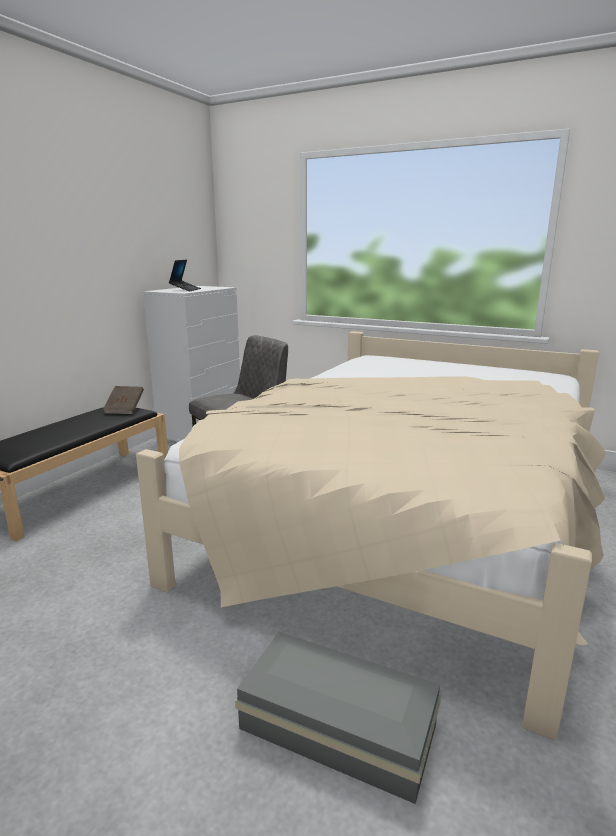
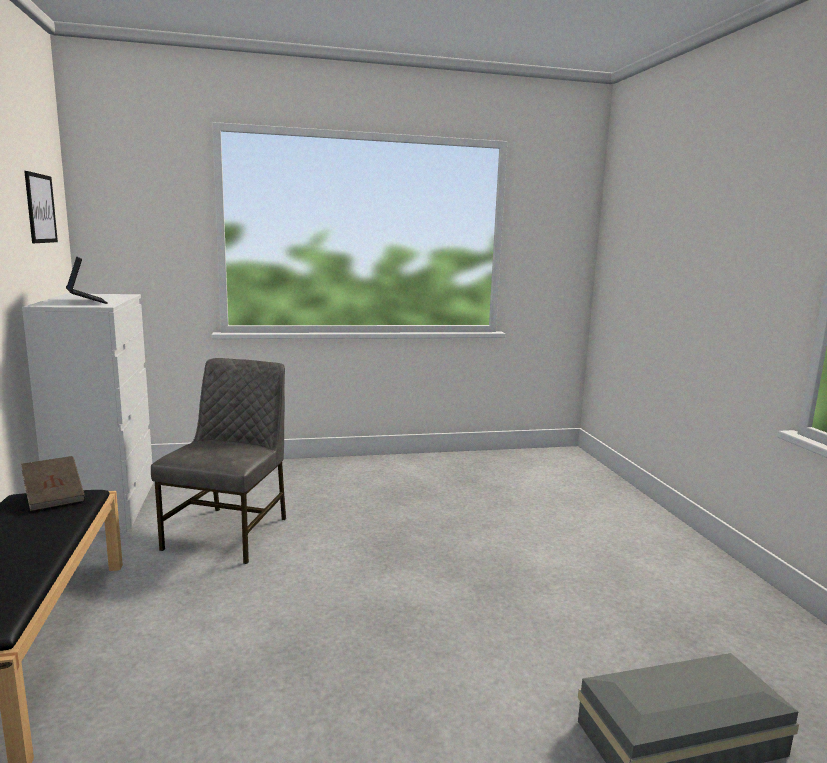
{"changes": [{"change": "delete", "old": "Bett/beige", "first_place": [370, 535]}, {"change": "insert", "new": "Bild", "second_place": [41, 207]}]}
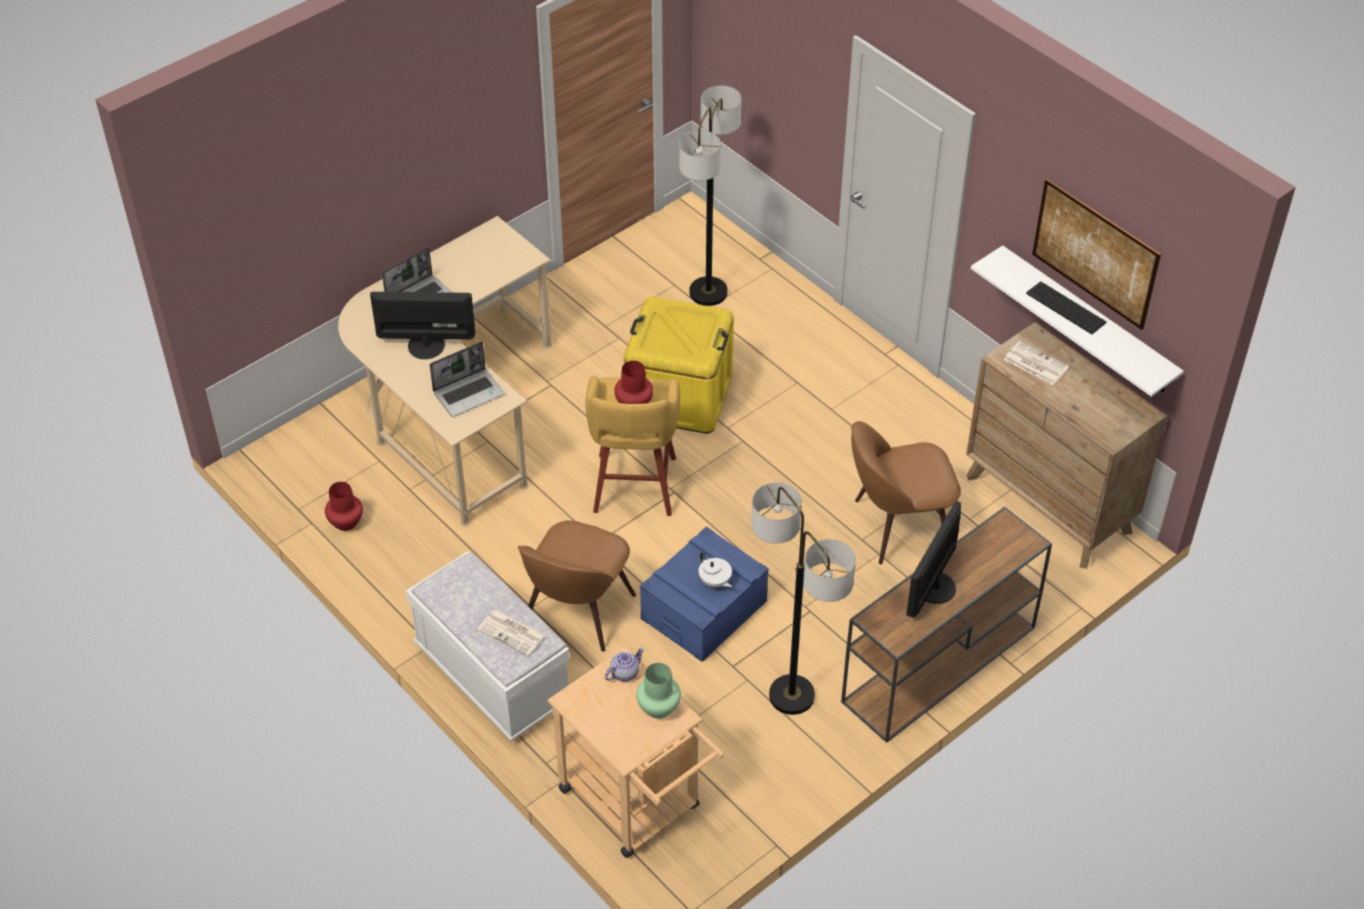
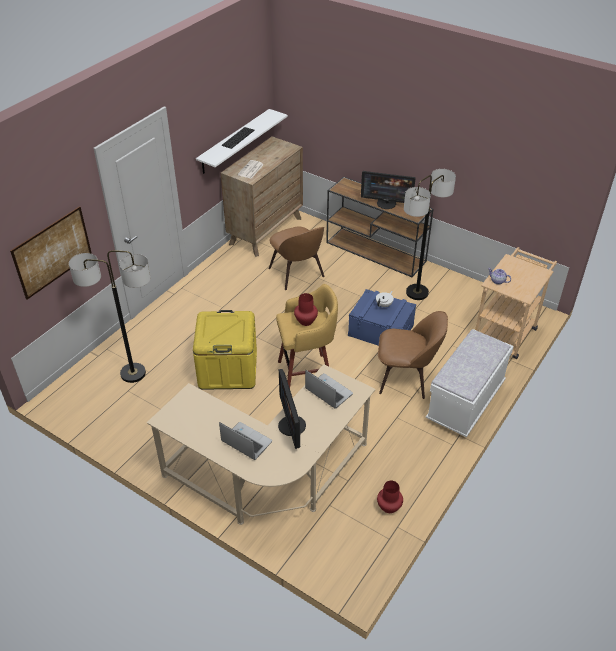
{"changes": [{"change": "delete", "old": "Zeitung", "first_place": [512, 632]}, {"change": "delete", "old": "Vase/grün", "first_place": [658, 691]}, {"change": "move", "old": "Bild", "first_place": [1096, 254], "second_place": [51, 253]}]}
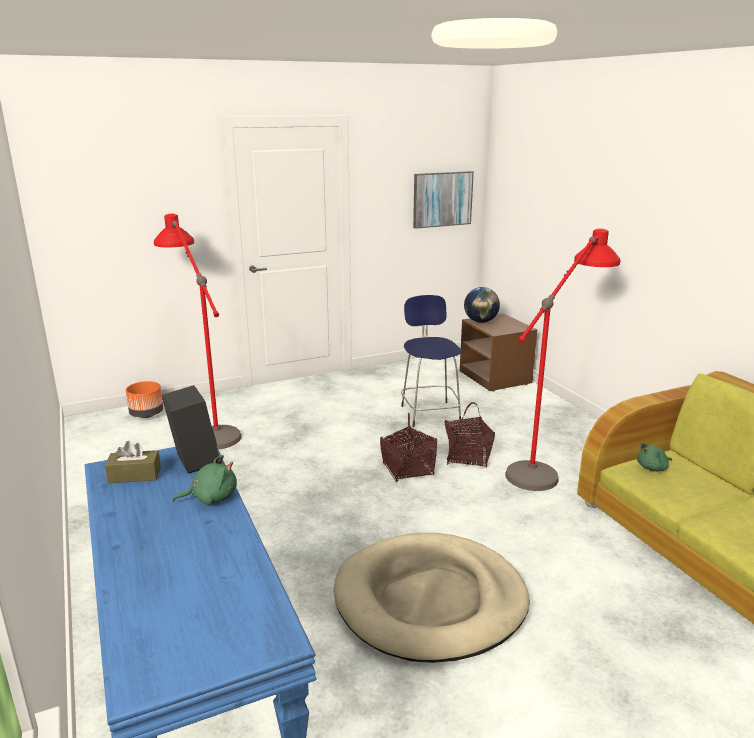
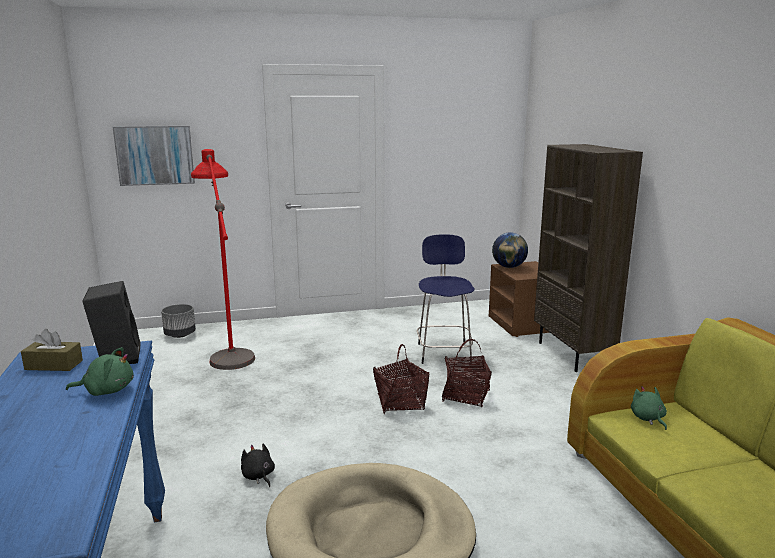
{"changes": [{"change": "delete", "old": "Stehlampe/rot", "first_place": [562, 360]}, {"change": "insert", "new": "Plüschtier/schwarz", "second_place": [258, 465]}, {"change": "insert", "new": "Bücherregal/braun", "second_place": [588, 258]}, {"change": "move", "old": "Bild", "first_place": [443, 200], "second_place": [154, 156]}, {"change": "recolor", "old": "Pflanzkübel/orange", "new": "Pflanzkübel/grau", "first_place": [144, 399], "second_place": [178, 321]}, {"change": "rotate", "old": "Plüschtier/grün", "first_place": [654, 456], "second_place": [649, 408], "degrees": 90}]}
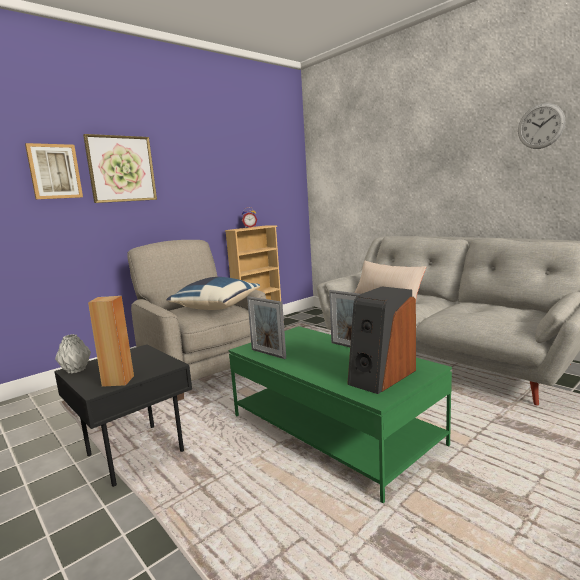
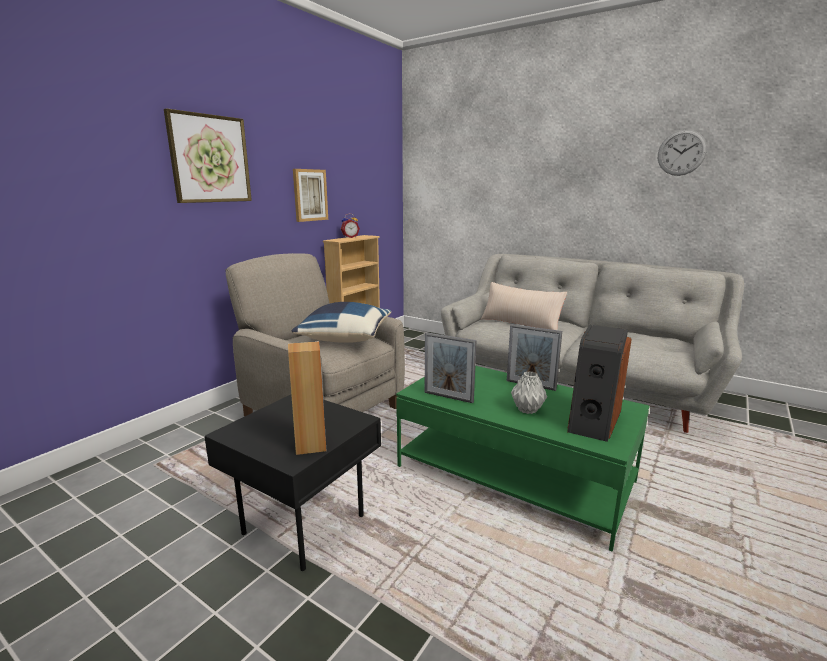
{"changes": [{"change": "move", "old": "Bild", "first_place": [54, 171], "second_place": [310, 195]}, {"change": "move", "old": "Vase/grau", "first_place": [73, 354], "second_place": [529, 392]}]}
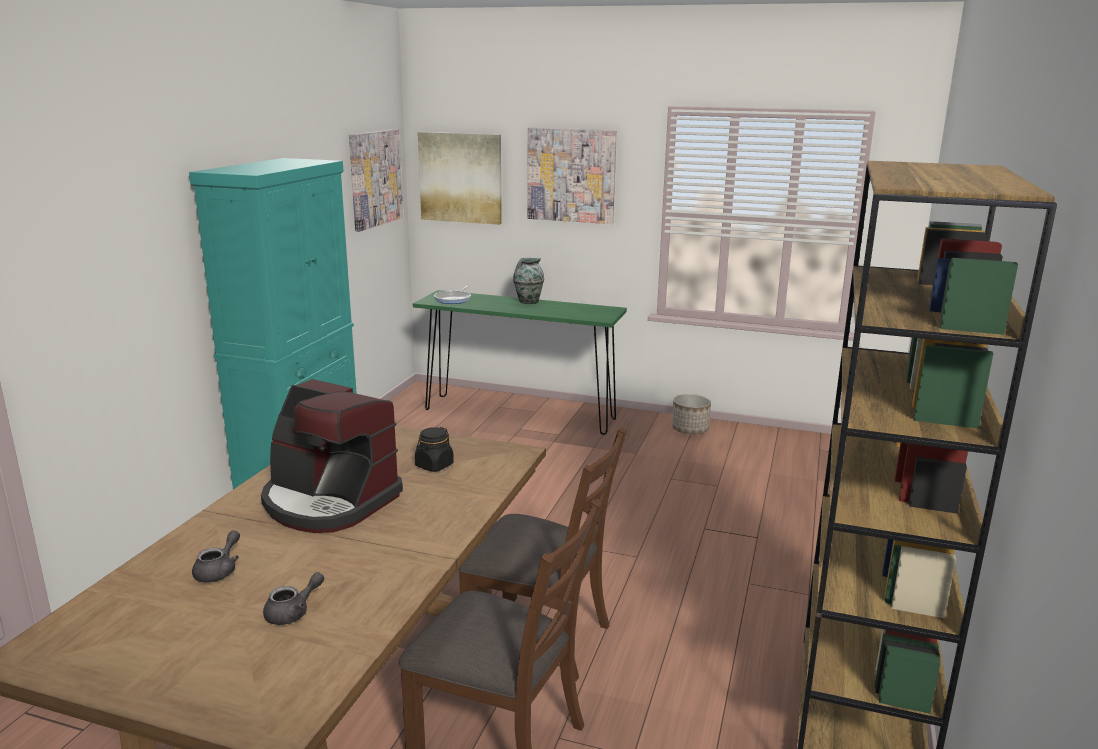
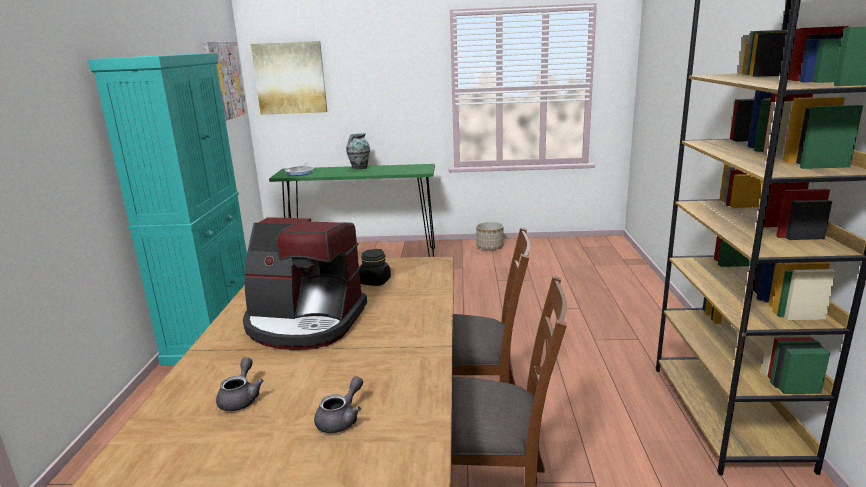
{"changes": [{"change": "delete", "old": "Bild", "first_place": [572, 176]}]}
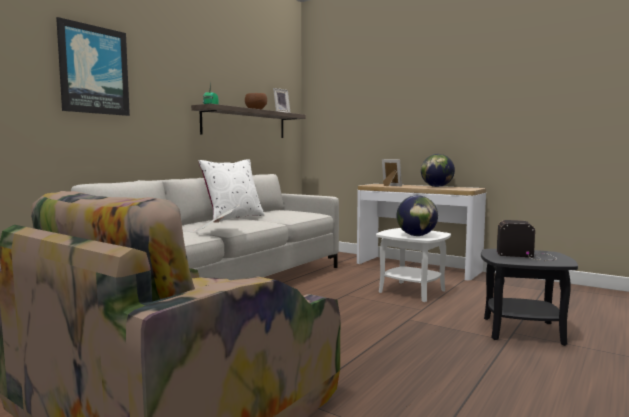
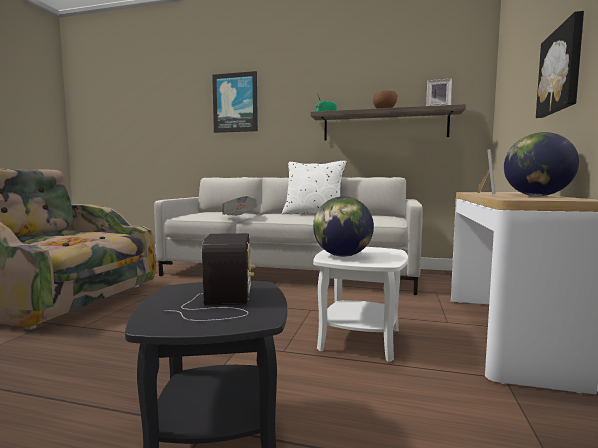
{"changes": [{"change": "insert", "new": "Bild", "second_place": [560, 64]}]}
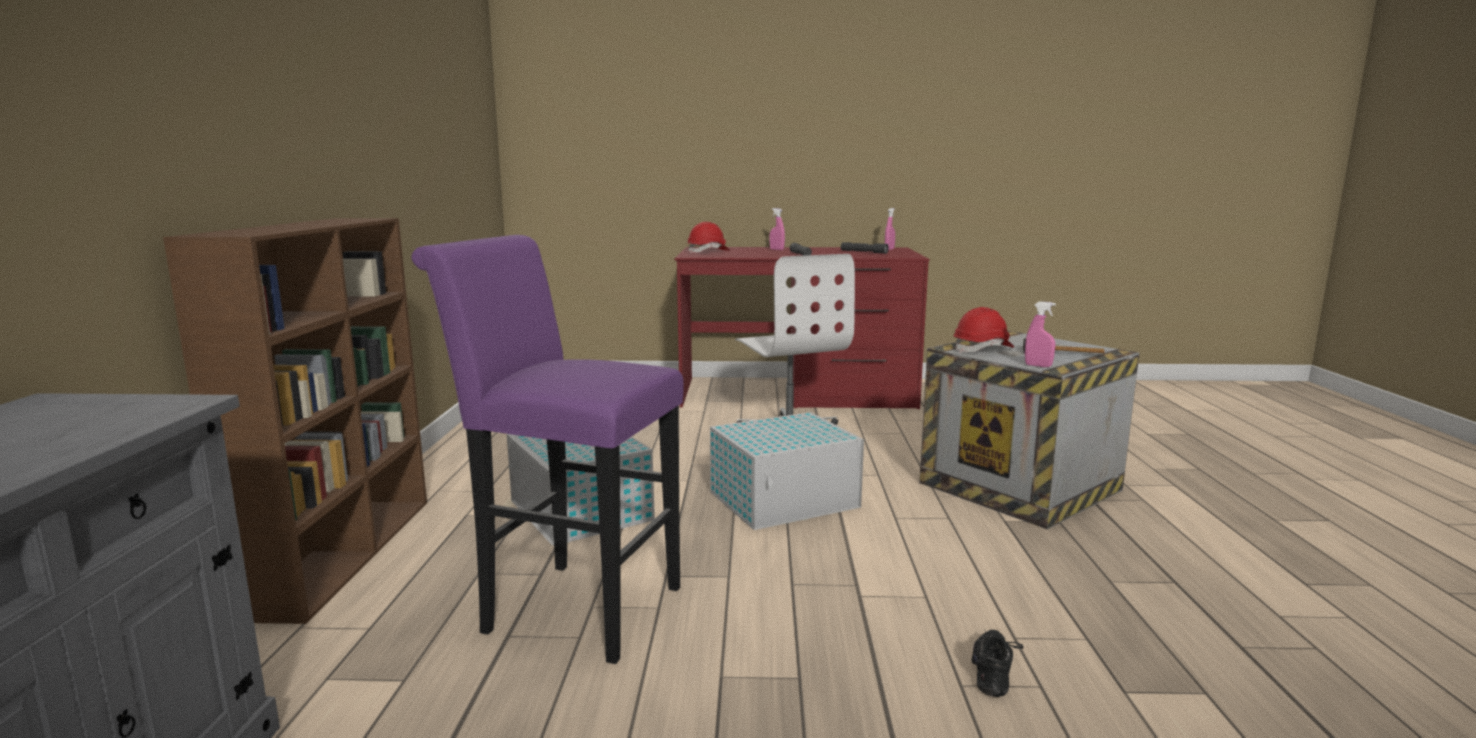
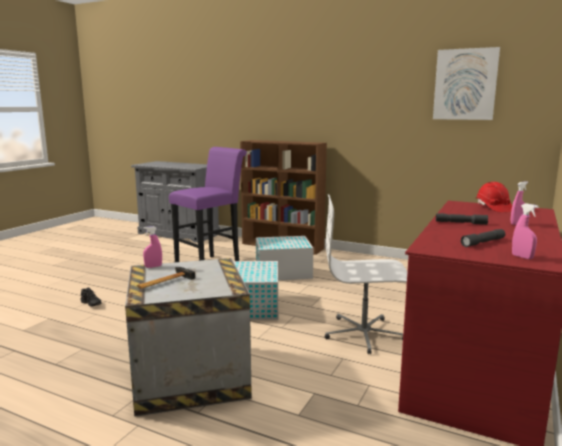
{"changes": [{"change": "delete", "old": "Schutzhelm/rot", "first_place": [984, 330]}, {"change": "insert", "new": "Bild", "second_place": [466, 83]}]}
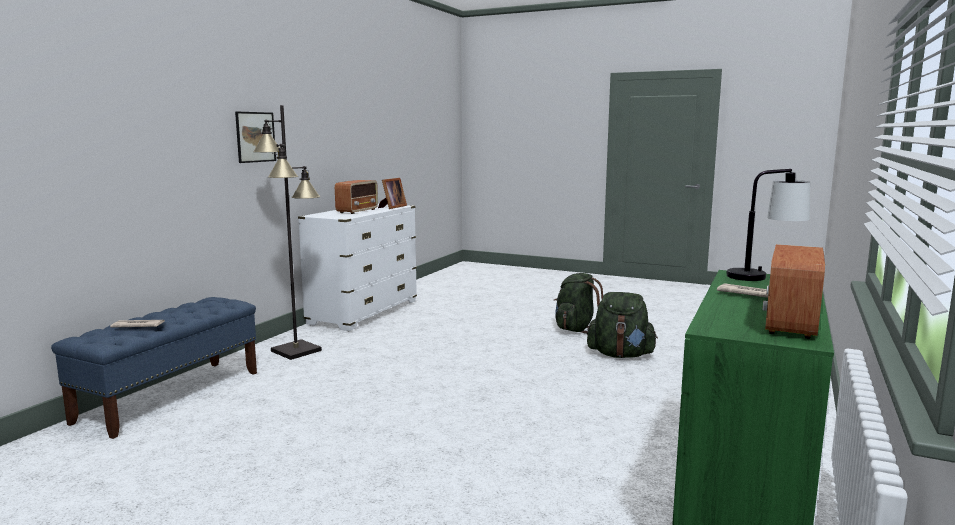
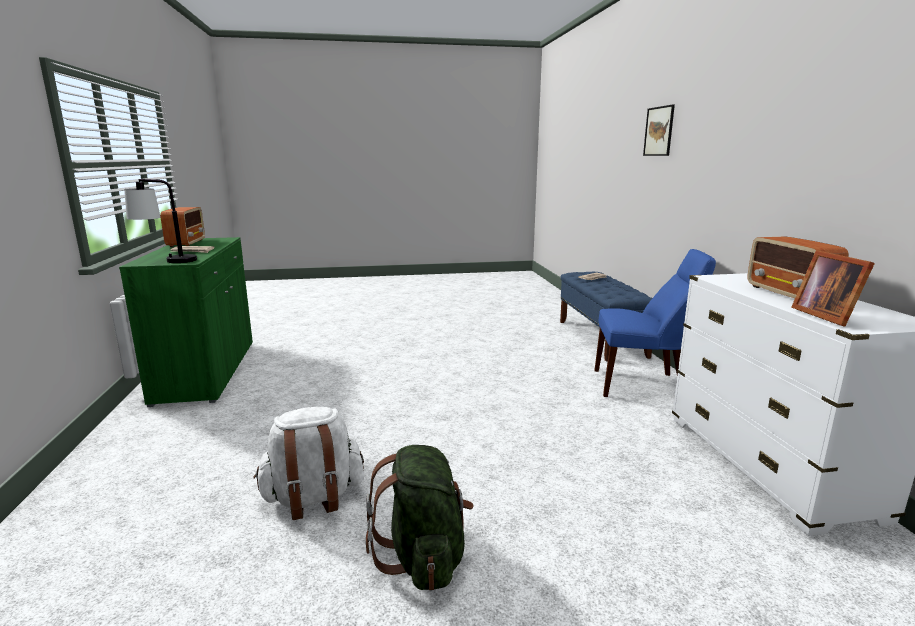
{"changes": [{"change": "move", "old": "Bild", "first_place": [255, 137], "second_place": [659, 130]}, {"change": "replace", "old": "Stehlampe/schwarz", "new": "Stuhl/blau", "first_place": [287, 232], "second_place": [655, 323]}, {"change": "recolor", "old": "Rucksack/grün", "new": "Rucksack/weiß", "first_place": [622, 325], "second_place": [308, 463]}]}
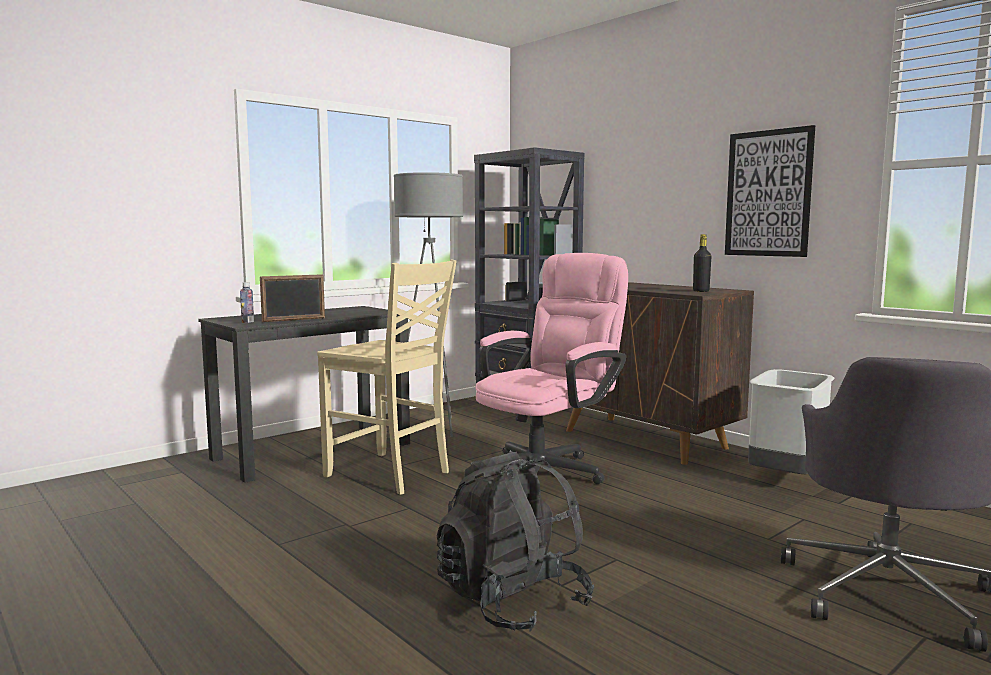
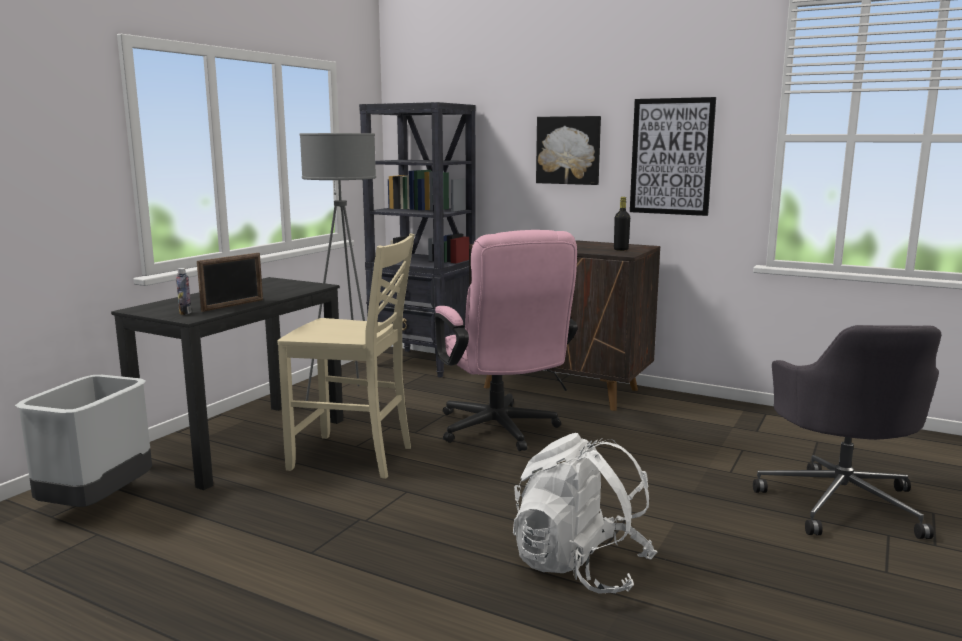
{"changes": [{"change": "insert", "new": "Bild", "second_place": [568, 150]}, {"change": "move", "old": "Mülleimer/grau", "first_place": [791, 421], "second_place": [83, 441]}, {"change": "recolor", "old": "Rucksack/schwarz", "new": "Rucksack/weiß", "first_place": [515, 542], "second_place": [585, 513]}, {"change": "rotate", "old": "Bürostuhl/rosa", "first_place": [549, 368], "second_place": [506, 340], "degrees": 135}]}
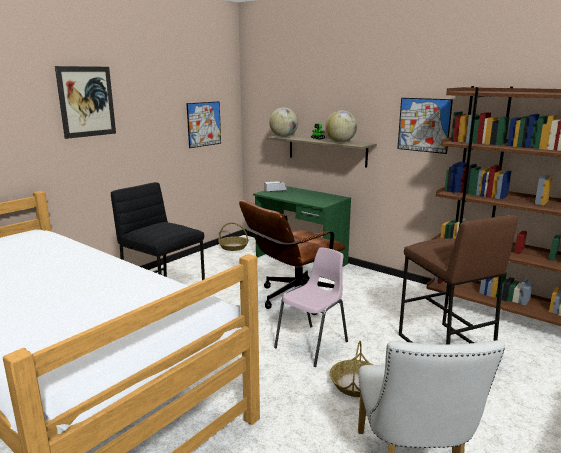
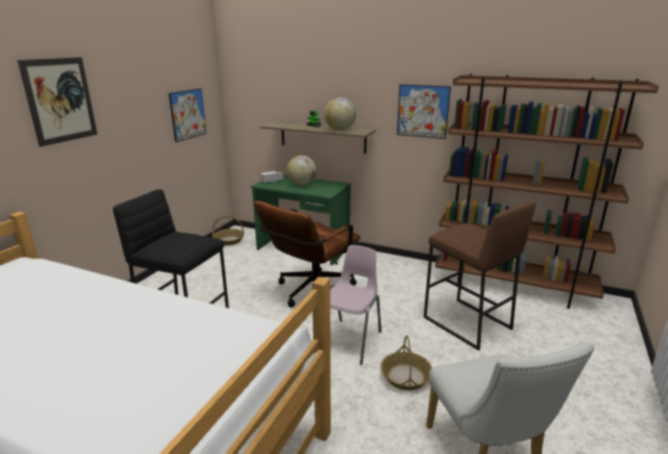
{"changes": [{"change": "move", "old": "Globus", "first_place": [283, 122], "second_place": [302, 170]}]}
